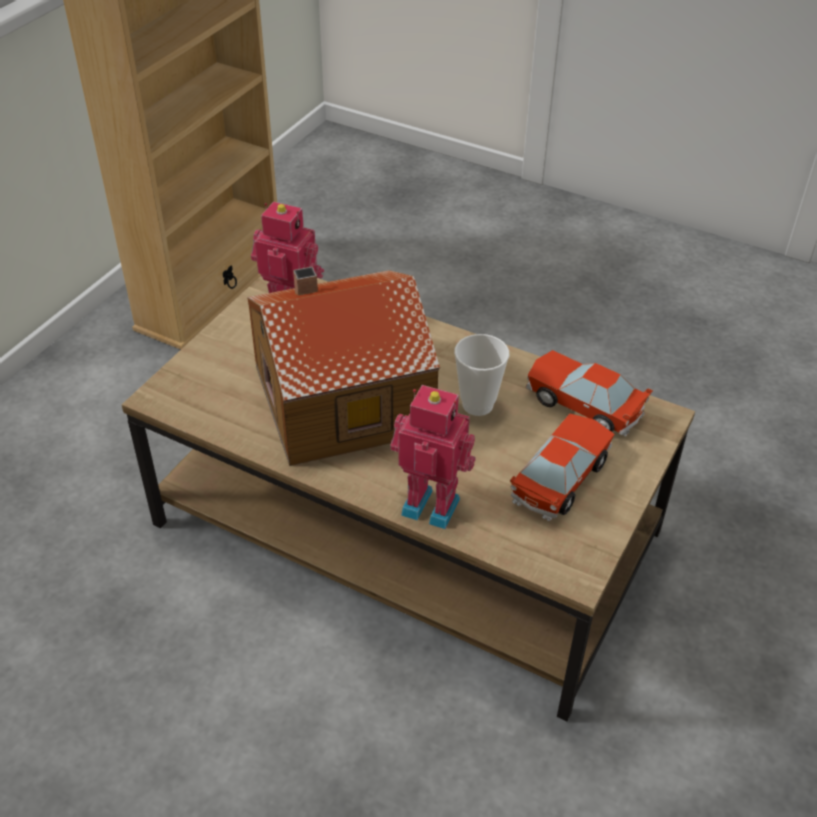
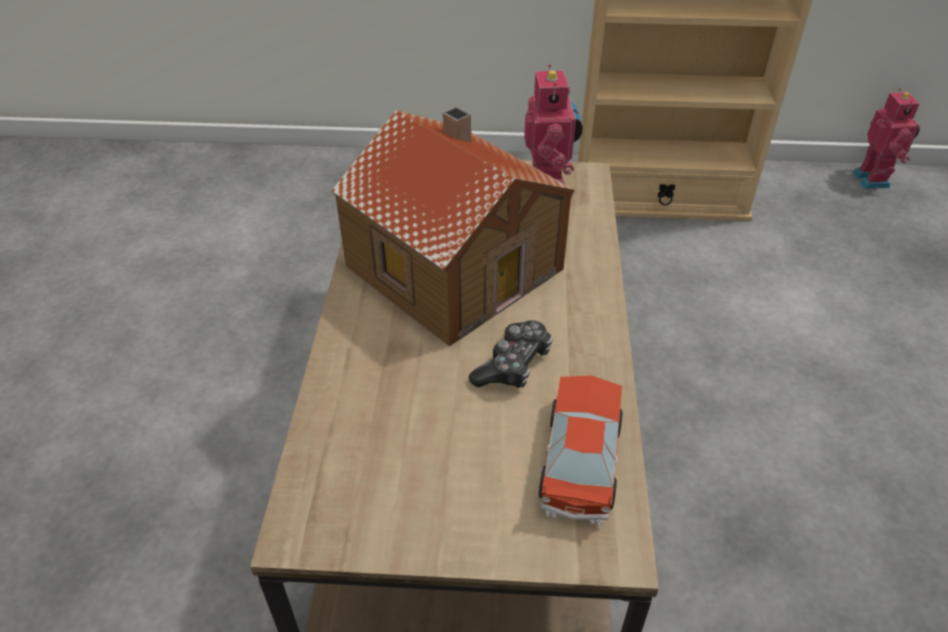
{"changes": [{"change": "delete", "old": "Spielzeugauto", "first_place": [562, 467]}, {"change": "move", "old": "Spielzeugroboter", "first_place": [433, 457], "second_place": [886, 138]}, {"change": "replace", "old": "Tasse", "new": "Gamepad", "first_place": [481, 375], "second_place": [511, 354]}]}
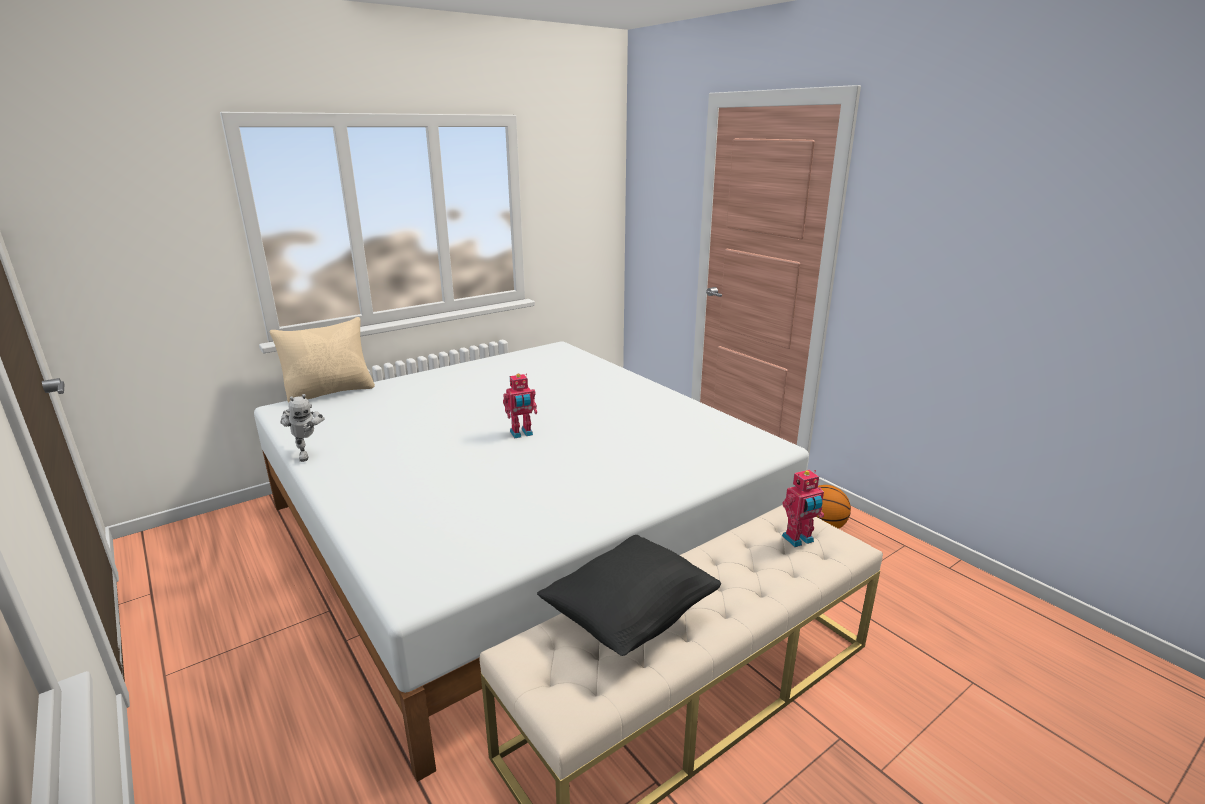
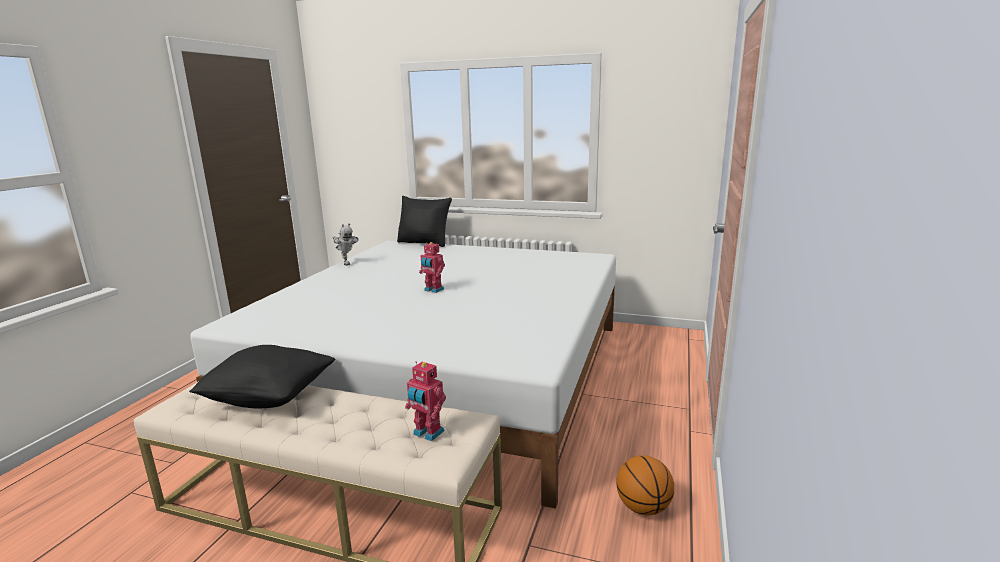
{"changes": [{"change": "recolor", "old": "Kissen/beige", "new": "Kissen/schwarz", "first_place": [322, 360], "second_place": [424, 221]}, {"change": "rotate", "old": "Spielzeugroboter", "first_place": [302, 428], "second_place": [346, 244], "degrees": -60}]}
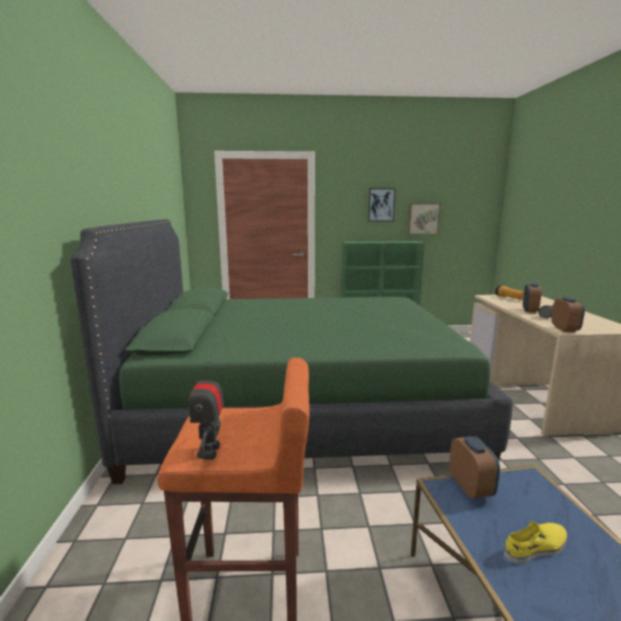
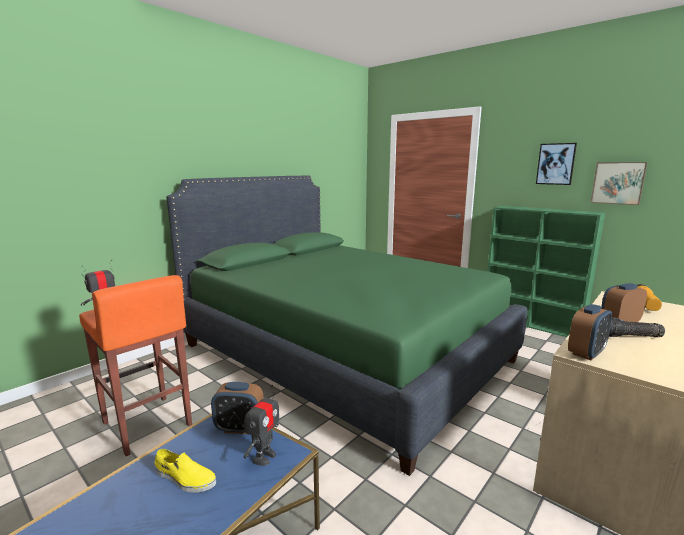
{"changes": [{"change": "insert", "new": "Spielzeugroboter", "second_place": [261, 425]}, {"change": "rotate", "old": "Wecker", "first_place": [475, 467], "second_place": [237, 408], "degrees": 60}]}
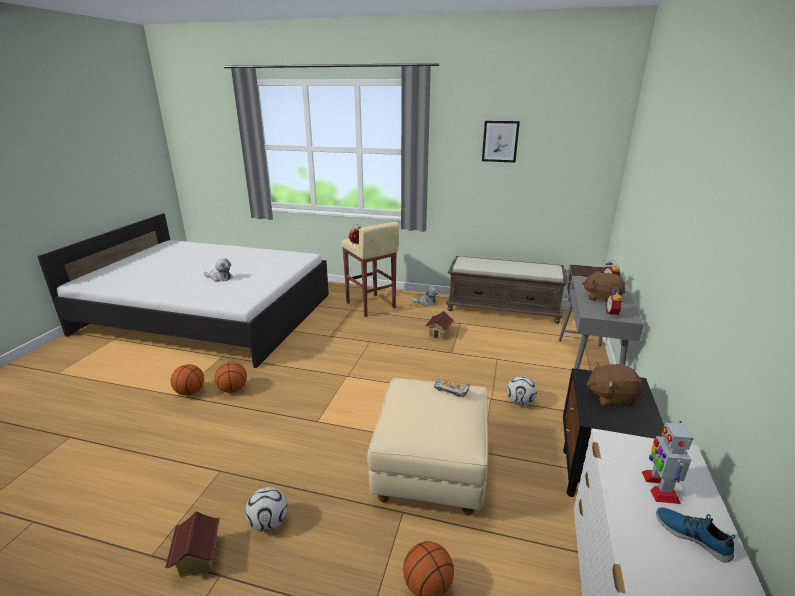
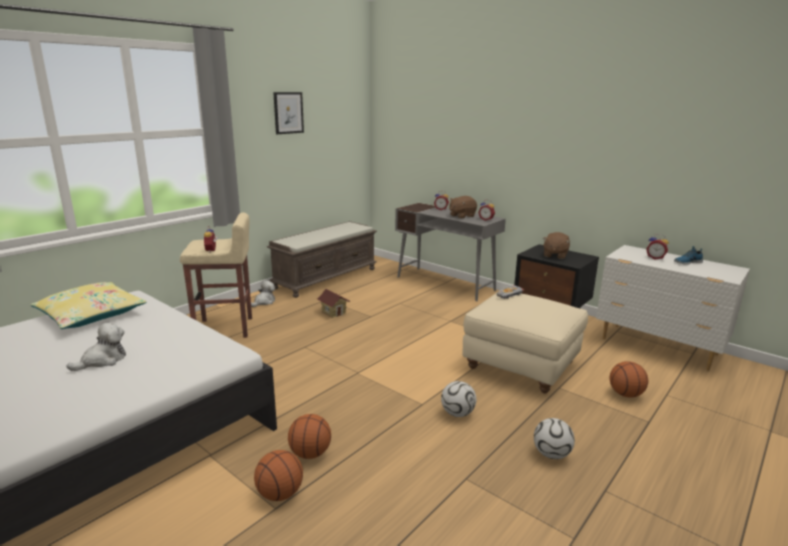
{"changes": [{"change": "delete", "old": "Spielzeughaus", "first_place": [192, 544]}, {"change": "insert", "new": "Kissen/gelb", "second_place": [88, 305]}, {"change": "move", "old": "Fußball", "first_place": [522, 391], "second_place": [459, 399]}, {"change": "replace", "old": "Spielzeugroboter", "new": "Wecker", "first_place": [667, 462], "second_place": [657, 247]}]}
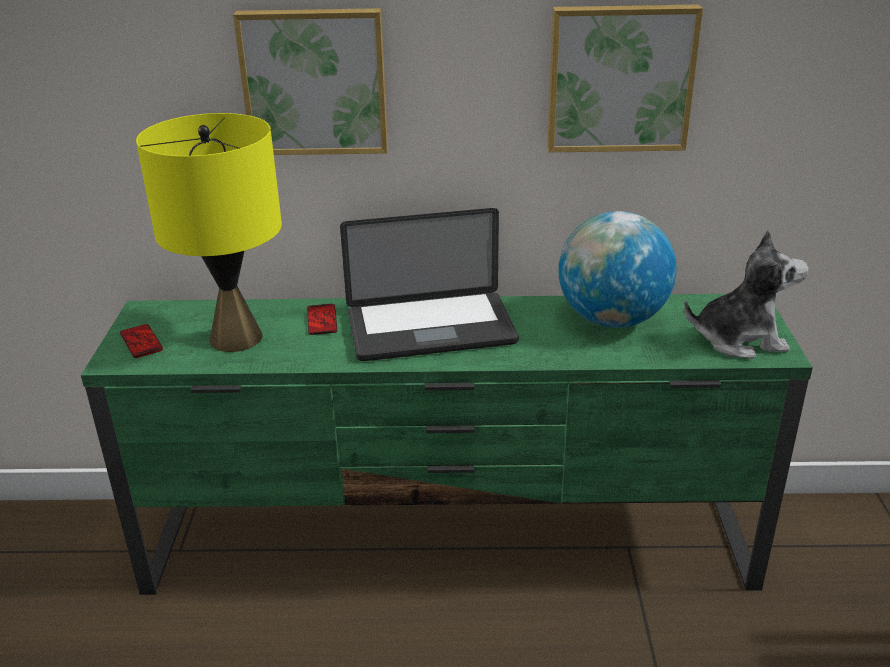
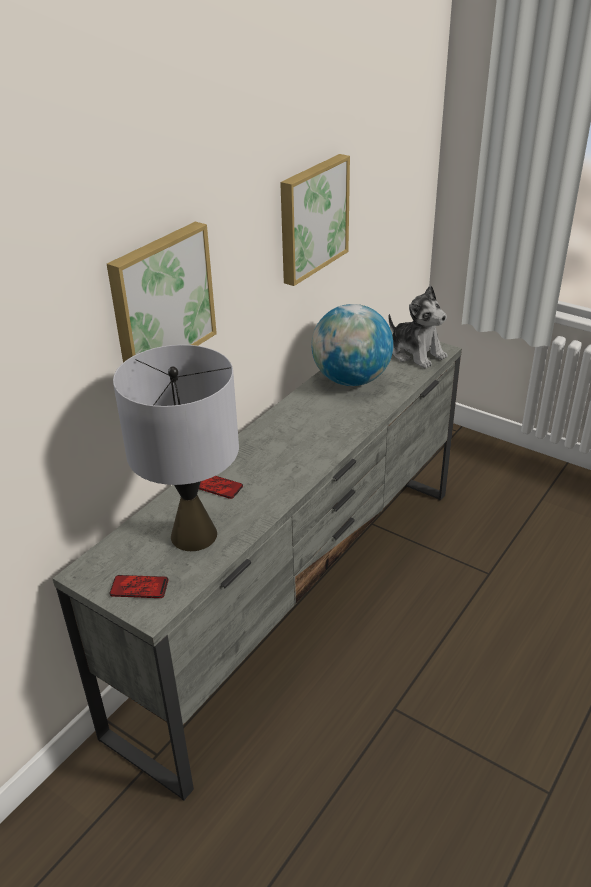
{"changes": [{"change": "delete", "old": "Laptop", "first_place": [429, 284]}, {"change": "recolor", "old": "Fernsehschrank/grün", "new": "Fernsehschrank/grau", "first_place": [447, 444], "second_place": [257, 564]}, {"change": "recolor", "old": "Tischlampe/gelb", "new": "Tischlampe/grau", "first_place": [209, 232], "second_place": [176, 448]}, {"change": "rotate", "old": "Plüschtier", "first_place": [746, 294], "second_place": [418, 327], "degrees": 105}]}
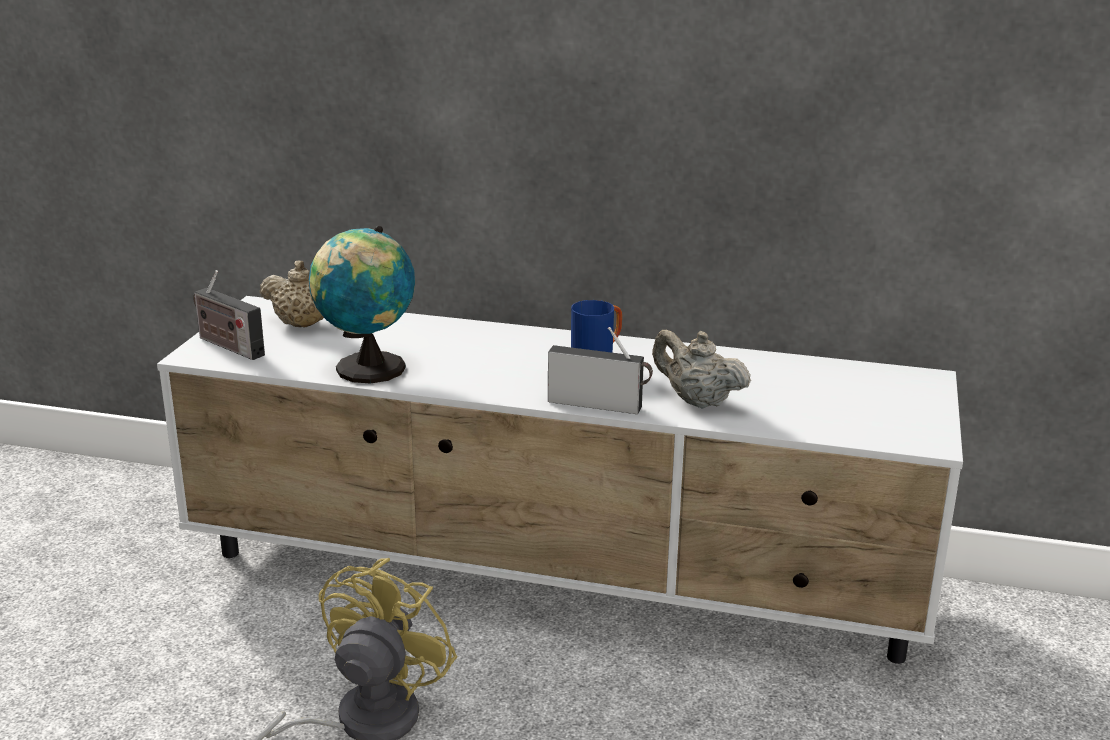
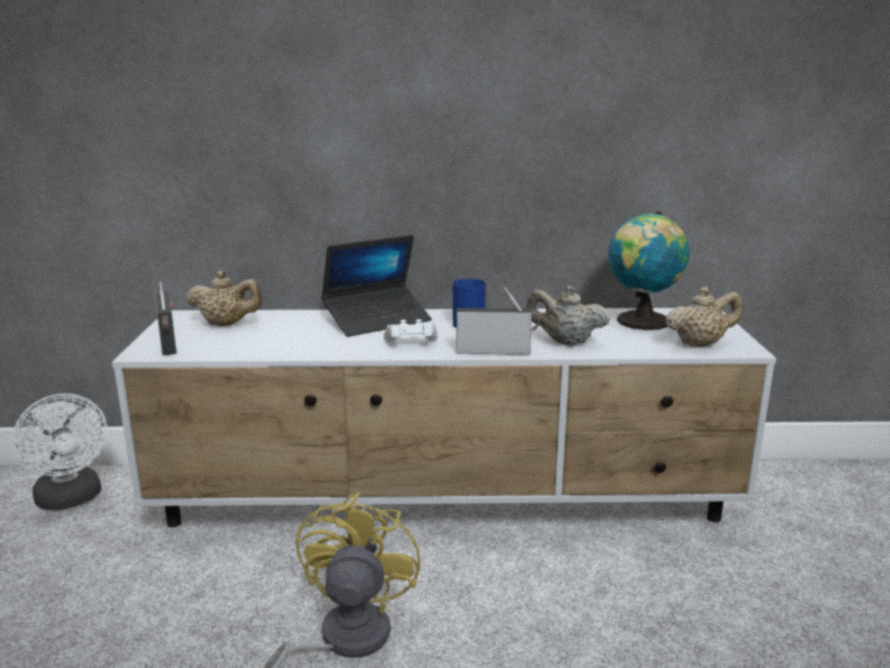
{"changes": [{"change": "insert", "new": "Ventilator/weiß", "second_place": [59, 452]}, {"change": "insert", "new": "Laptop", "second_place": [376, 286]}, {"change": "insert", "new": "Gamepad/weiß", "second_place": [411, 330]}, {"change": "insert", "new": "Teekanne/beige", "second_place": [704, 317]}, {"change": "move", "old": "Globus", "first_place": [362, 305], "second_place": [649, 270]}, {"change": "rotate", "old": "Radio", "first_place": [229, 315], "second_place": [166, 318], "degrees": -135}]}
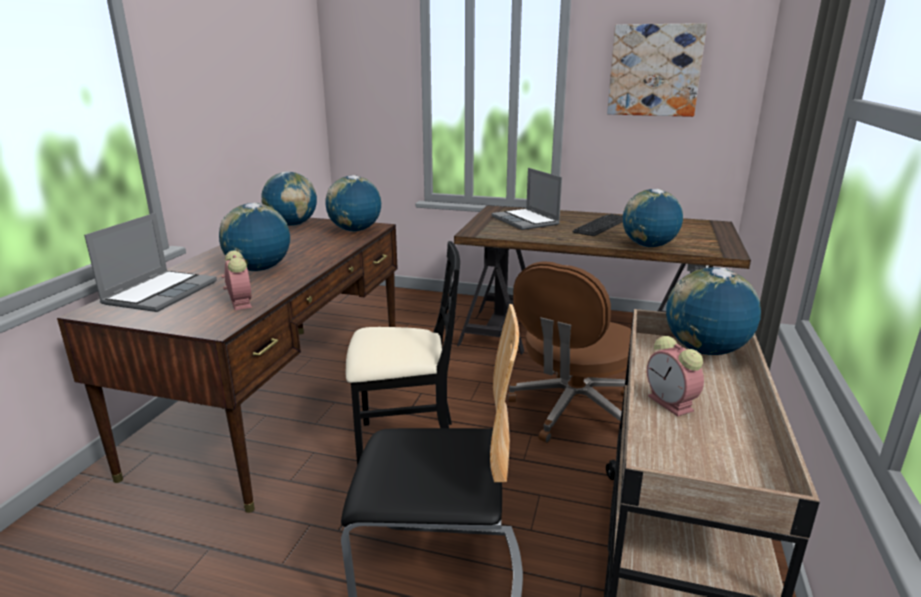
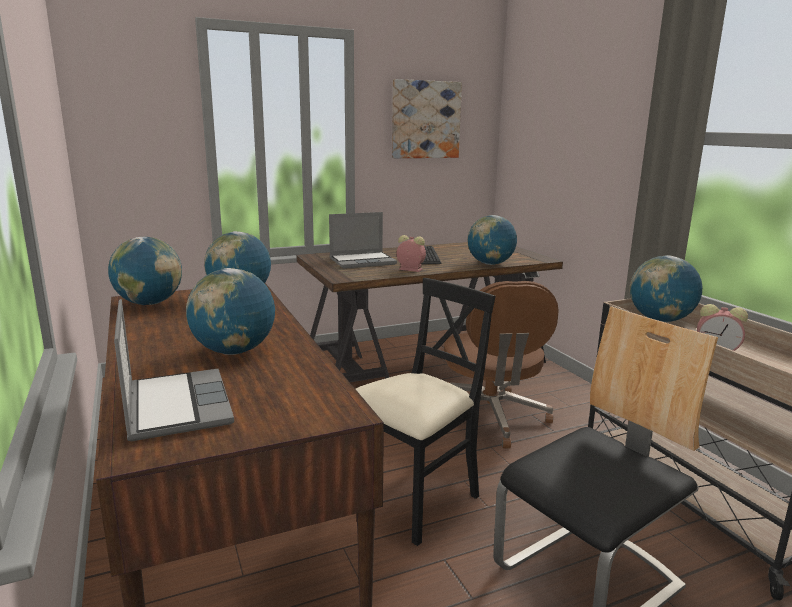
{"changes": [{"change": "move", "old": "Wecker", "first_place": [236, 280], "second_place": [411, 253]}, {"change": "rotate", "old": "Laptop", "first_place": [527, 199], "second_place": [363, 240], "degrees": -45}]}
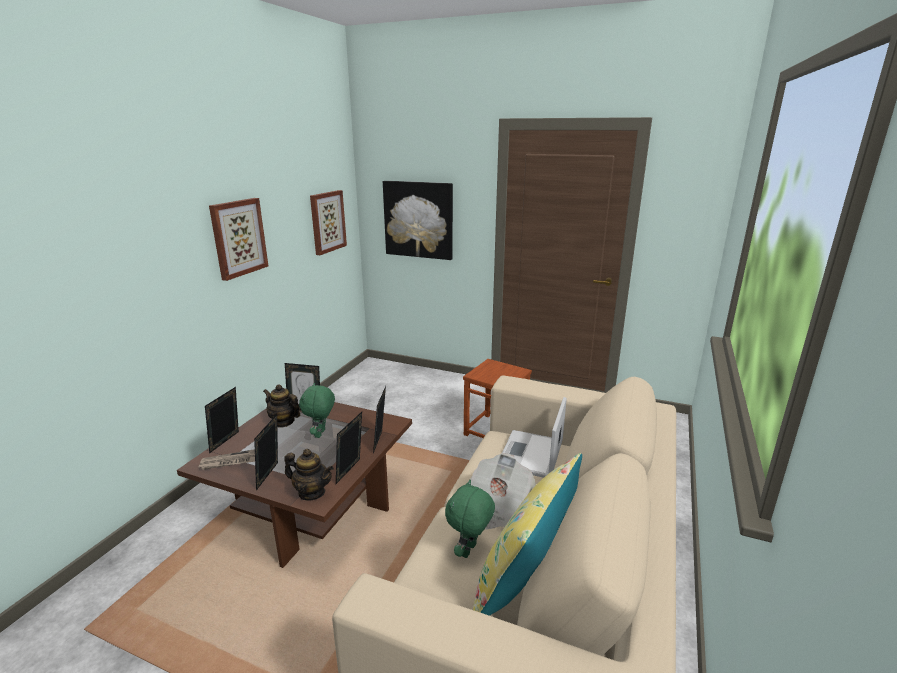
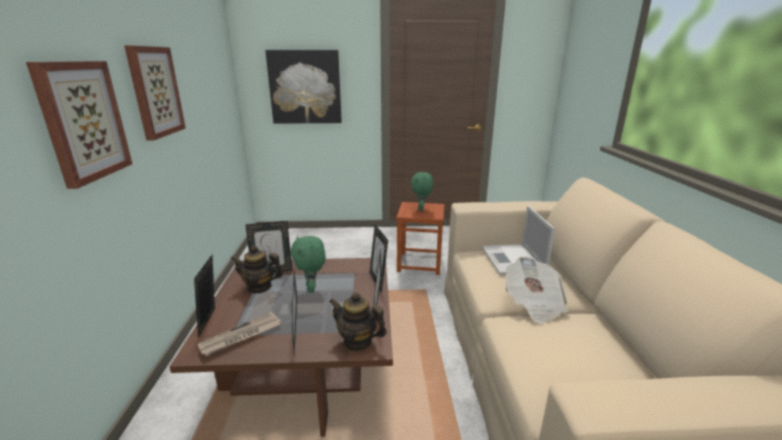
{"changes": [{"change": "delete", "old": "Kissen/gelb", "first_place": [527, 534]}, {"change": "move", "old": "Bild", "first_place": [328, 222], "second_place": [79, 125]}, {"change": "move", "old": "Plüschtier/grün", "first_place": [470, 519], "second_place": [422, 191]}, {"change": "rotate", "old": "Teekanne", "first_place": [309, 475], "second_place": [358, 321], "degrees": -150}]}
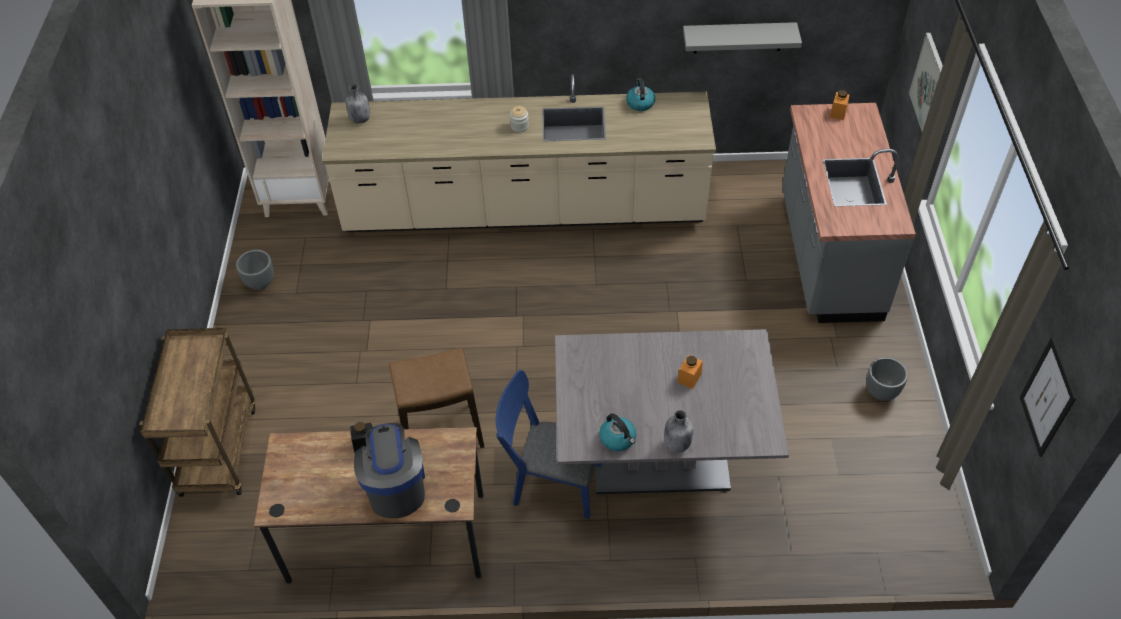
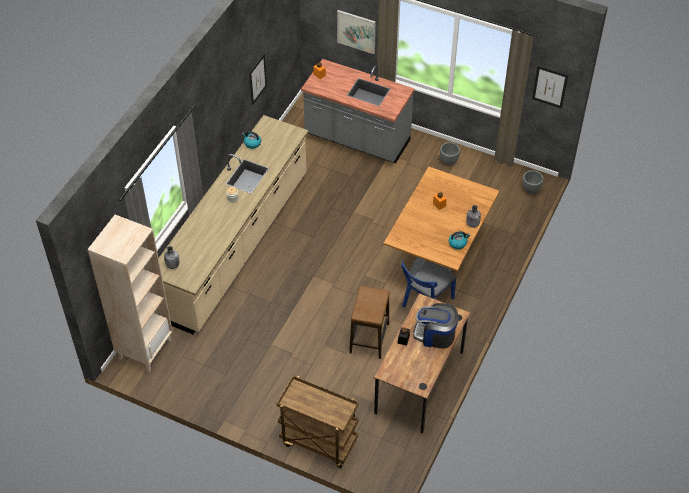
{"changes": [{"change": "move", "old": "Pflanzkübel/grau", "first_place": [255, 270], "second_place": [533, 182]}, {"change": "replace", "old": "Wandregal/grau", "new": "Bild", "first_place": [742, 37], "second_place": [258, 79]}, {"change": "recolor", "old": "Esstisch/grau", "new": "Esstisch/braun", "first_place": [672, 411], "second_place": [441, 221]}]}
